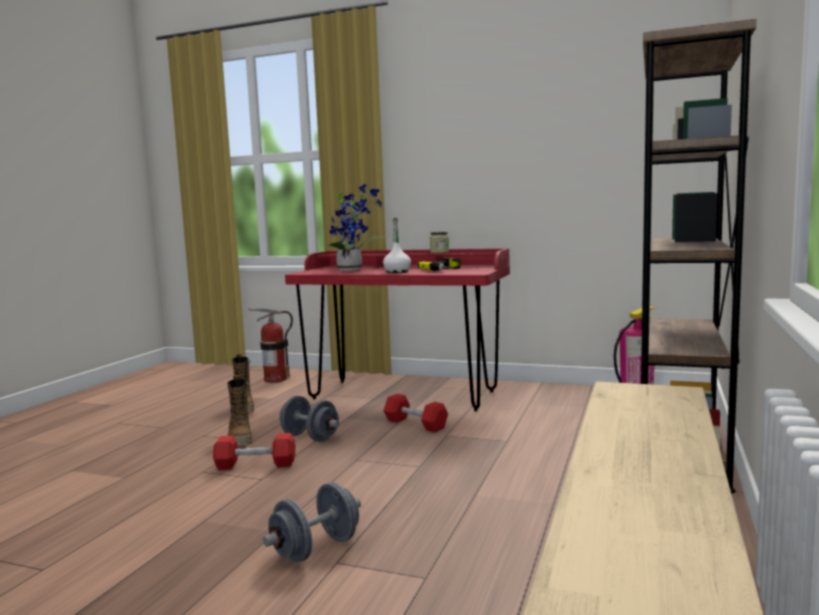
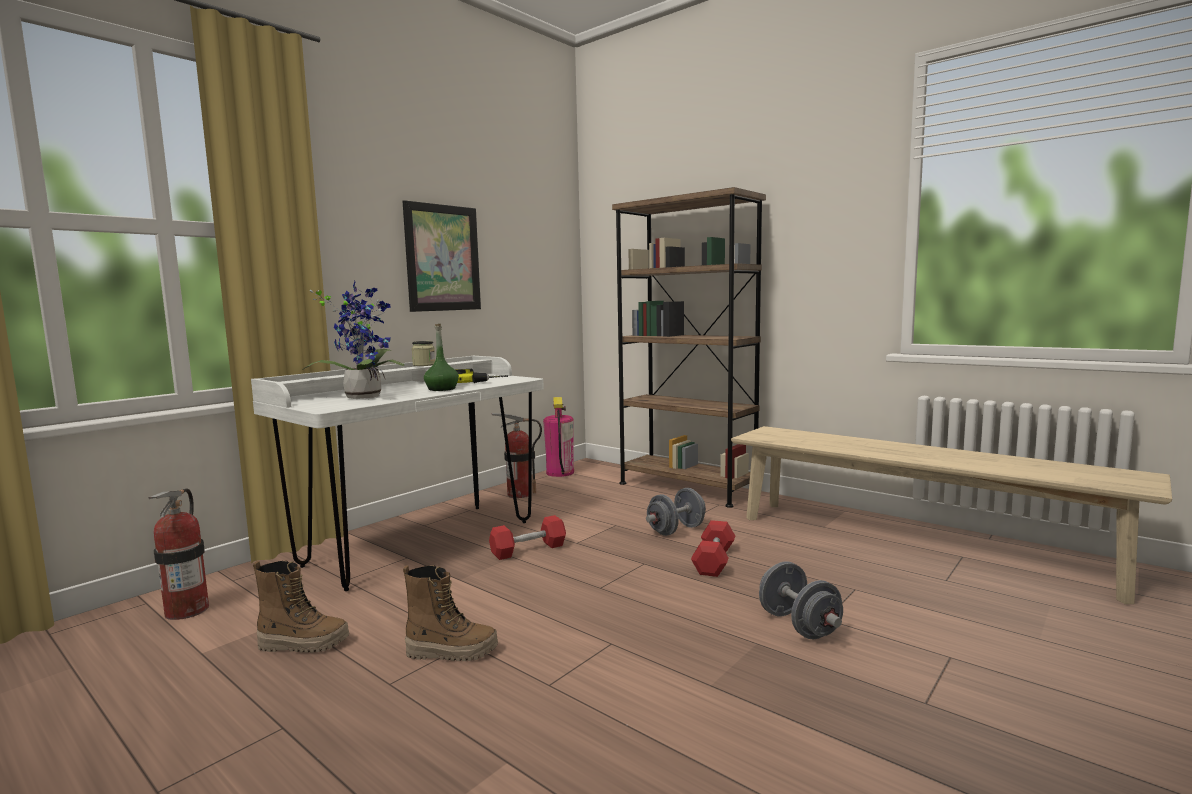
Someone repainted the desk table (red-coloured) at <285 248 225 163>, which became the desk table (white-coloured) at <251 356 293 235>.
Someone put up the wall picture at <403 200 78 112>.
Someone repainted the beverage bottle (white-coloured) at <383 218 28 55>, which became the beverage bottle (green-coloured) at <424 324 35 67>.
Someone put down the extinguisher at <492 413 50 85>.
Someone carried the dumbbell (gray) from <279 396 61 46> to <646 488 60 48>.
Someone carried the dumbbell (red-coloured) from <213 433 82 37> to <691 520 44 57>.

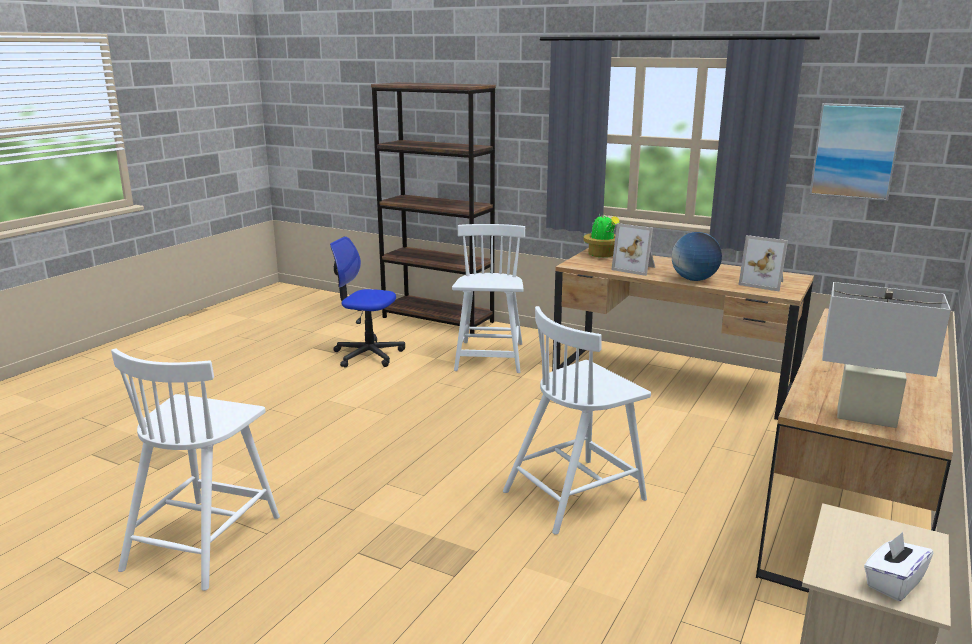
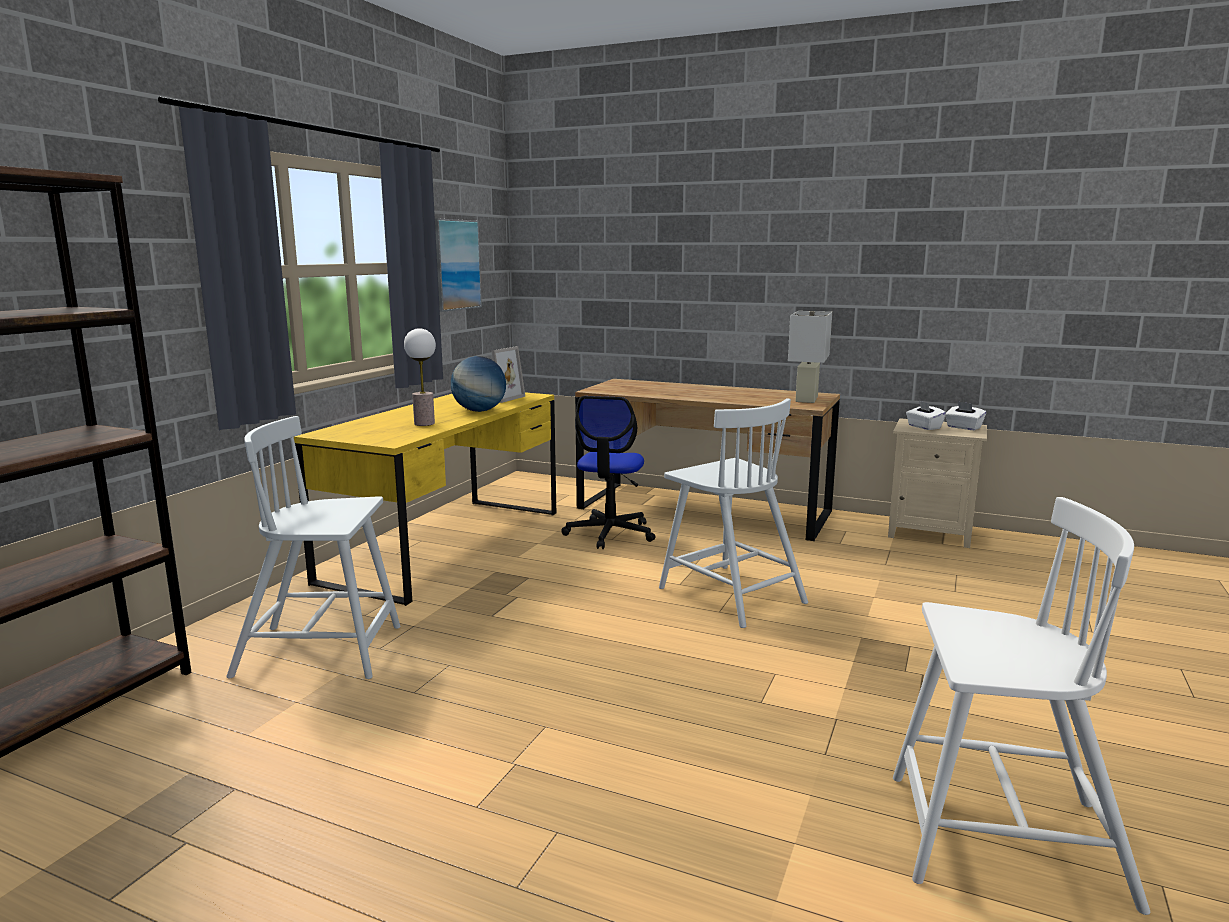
Someone repainted the desk table (brownish) at <552 248 262 172>, which became the desk table (yellow) at <294 392 262 214>.
Someone swapped the picture frame at <611 223 44 53> for the lamp for a table at <404 328 32 98>.
Someone carried the desk chair from <330 237 75 131> to <561 396 94 153>.
Someone put down the tissue box (white-coloured) at <906 401 40 29>.
Someone took away the houseplant at <583 214 37 43>.

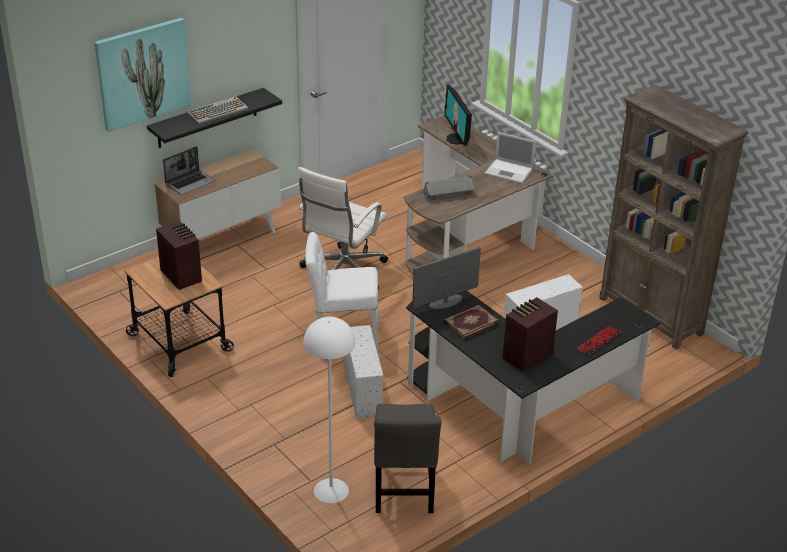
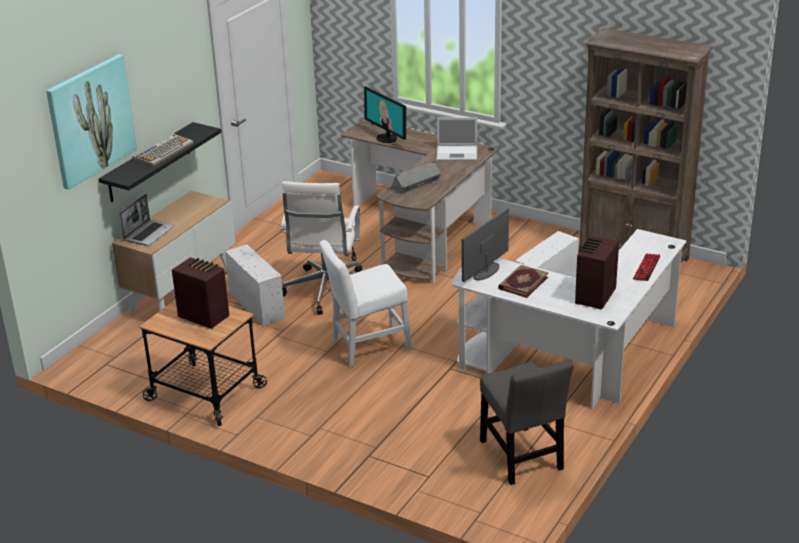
Someone carried the storage box (white-coloured) from <344 325 39 94> to <225 244 60 82>.
Someone repainted the desk table (black) at <406 291 254 174>, which became the desk table (white-coloured) at <453 229 234 180>.
Someone took away the standing lamp (white-coloured) at <303 317 52 186>.

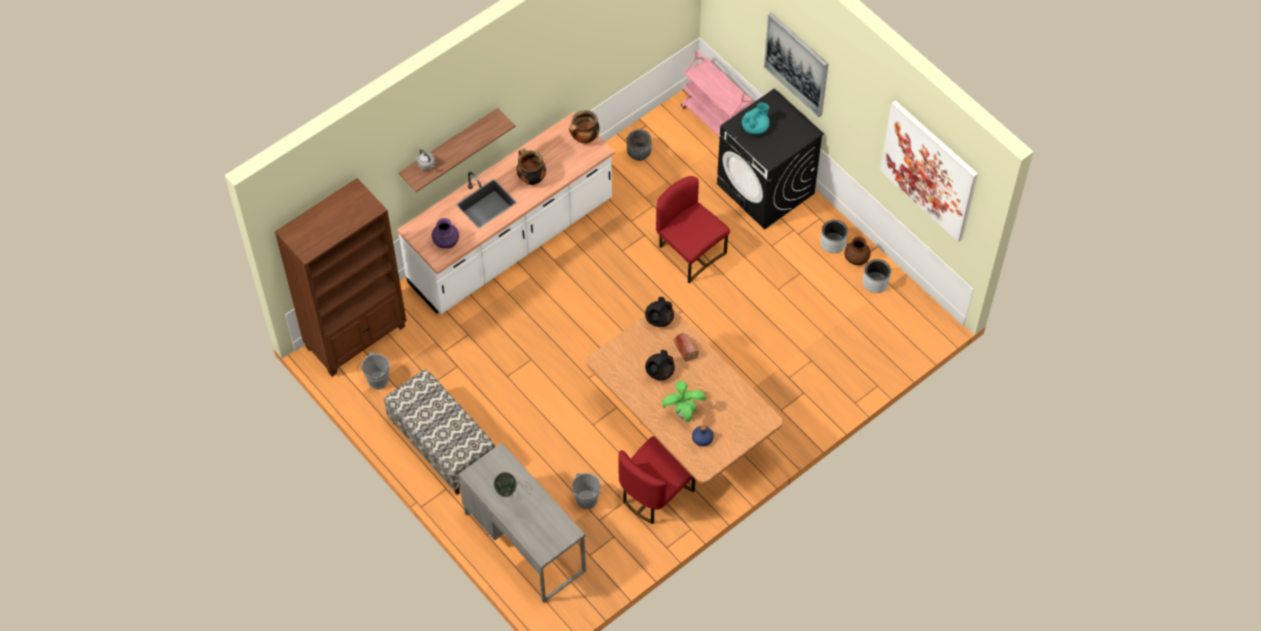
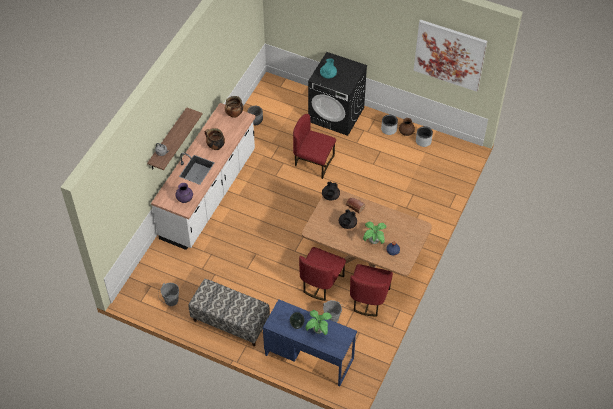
Someone repainted the desk table (gray) at <458 443 128 160>, which became the desk table (blue-coloured) at <263 299 94 87>.
Someone put down the upright chair (red-coloured) at <299 247 47 54>.
Someone put down the houseplant at <305 310 27 25>.
Someone took away the shelving unit (brownish) at <275 178 131 198>.
Someone took away the wheeled cart (pinkish) at <681 50 72 87>.
Someone took away the wall picture at <764 13 64 104>.

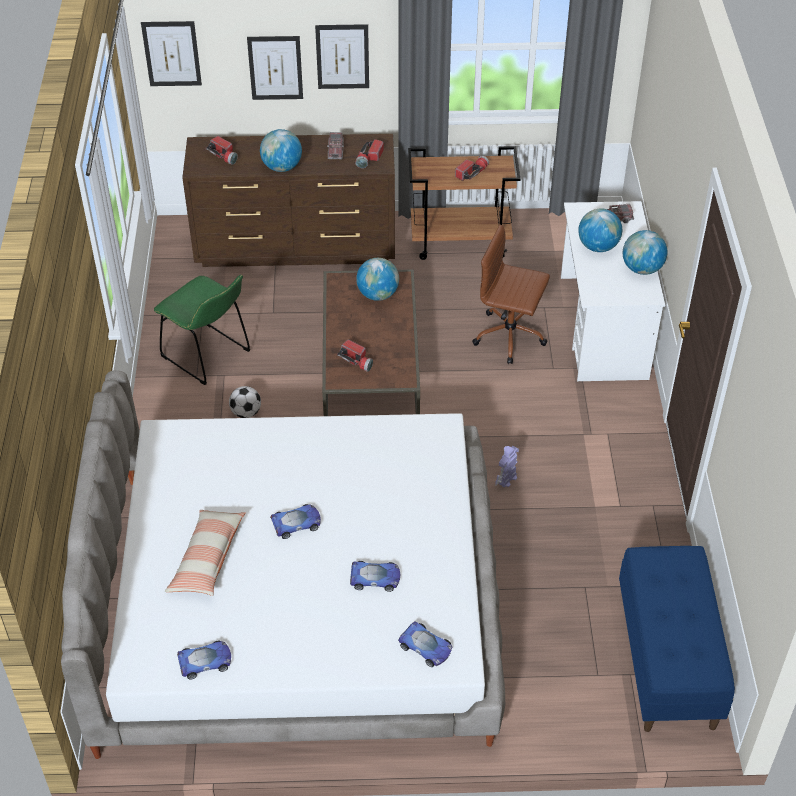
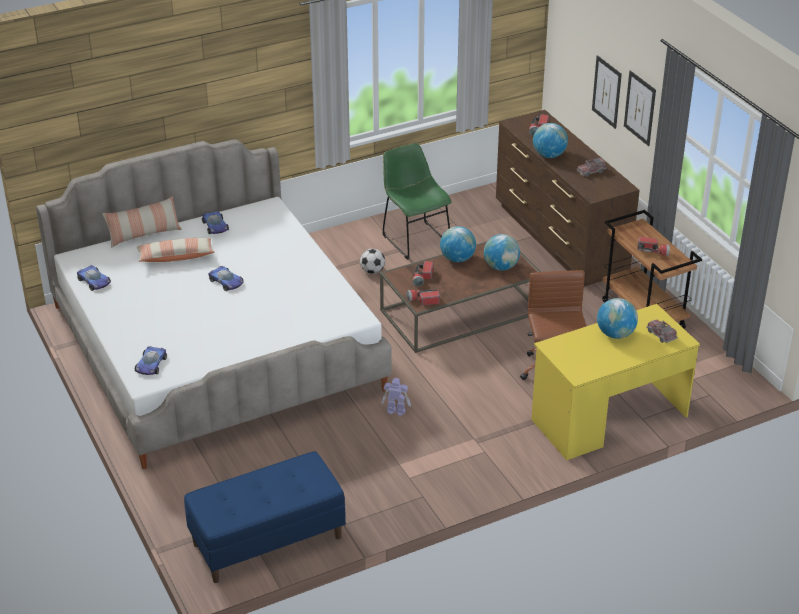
Someone put down the cushion at <102 196 80 52>.
Someone carried the toy car from <350 561 50 31> to <202 211 27 23>.
Someone rotated the upright chair (green-coloured) at <154 274 97 111> by 135 degrees clockwise.
Someone carried the hand torch from <355 139 29 29> to <406 290 34 15>.
Someone carried the world globe from <623 230 44 45> to <440 226 36 36>.
Someone repainted the desk table (white-coloured) at <561 201 104 181>, which became the desk table (yellow) at <531 304 169 156>.
Someone took away the wall picture at <141 21 61 65>.

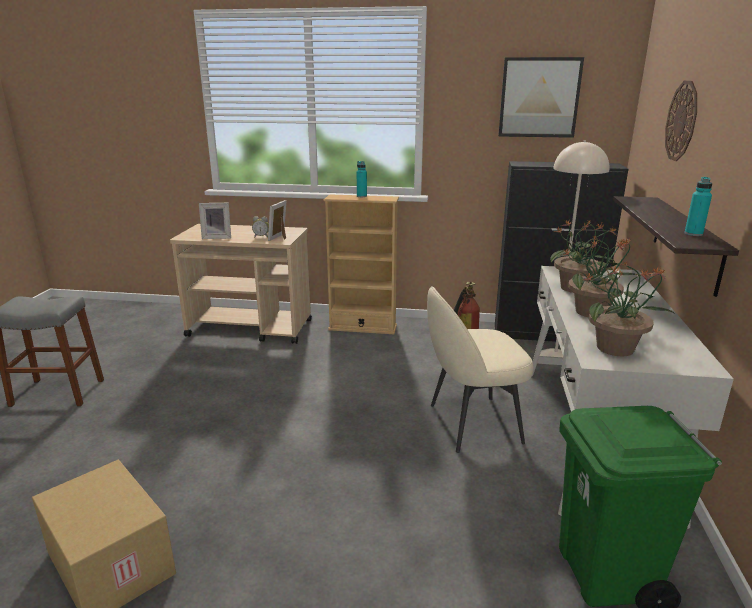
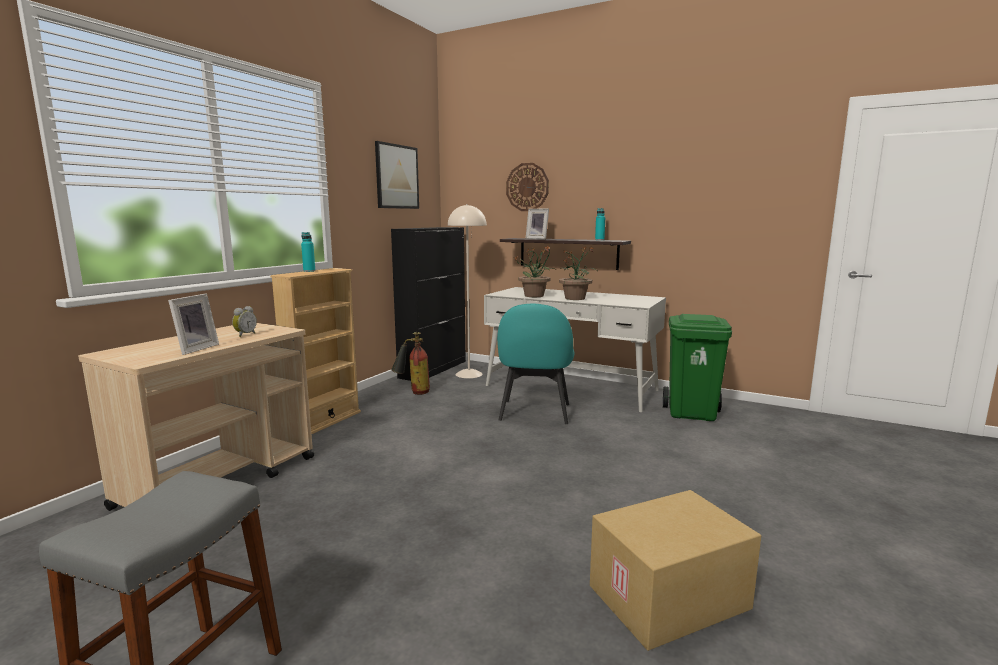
Someone repainted the upright chair (sand-coloured) at <427 286 106 167>, which became the upright chair (blue-green) at <497 304 77 120>.
Someone carried the picture frame from <268 200 18 41> to <526 209 23 30>.
Someone took away the houseplant at <584 261 92 95>.

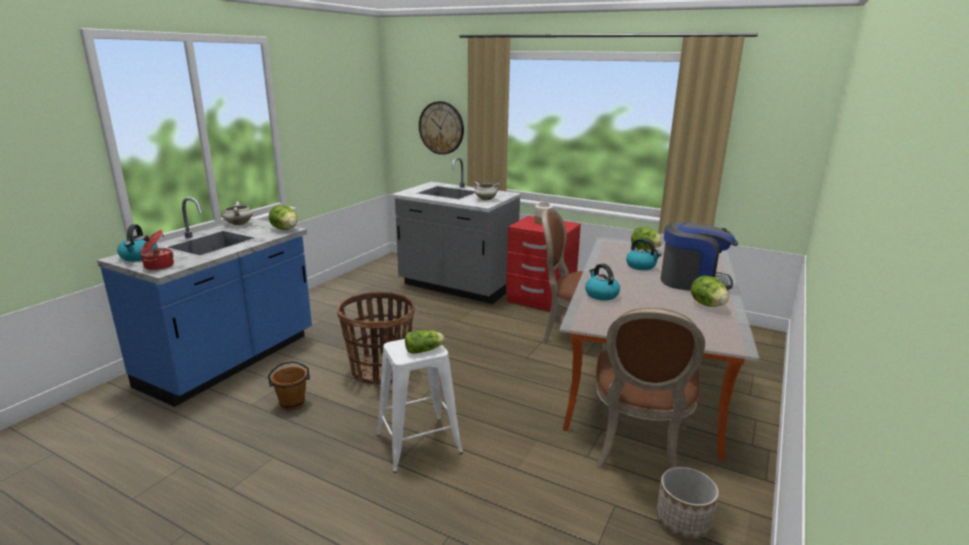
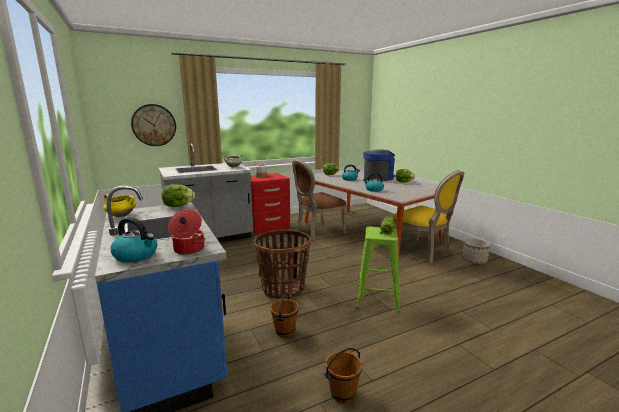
Someone repainted the cooking pot (white-coloured) at <223 201 30 25>, which became the cooking pot (yellow) at <103 194 33 23>.
Someone put down the water bucket (brownish) at <324 348 38 55>.
Someone repainted the stool seat (white-coloured) at <376 339 87 134>, which became the stool seat (green-coloured) at <356 227 44 85>.
Someone repainted the upright chair (brownish) at <595 307 110 162>, which became the upright chair (yellow) at <392 170 72 93>.

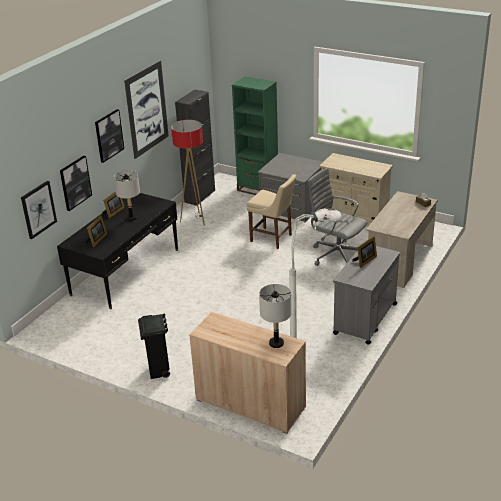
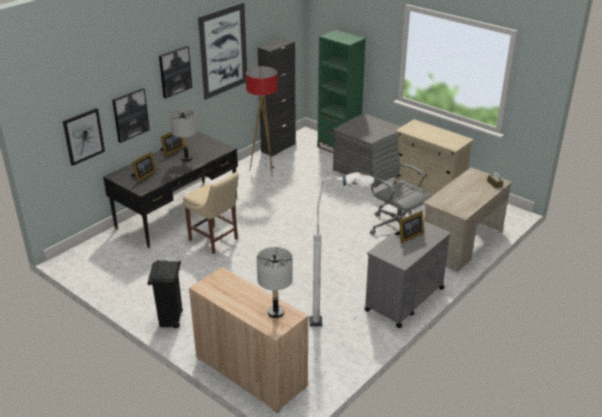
Someone carried the upright chair (sand-coloured) from <247 174 49 75> to <183 172 56 82>.

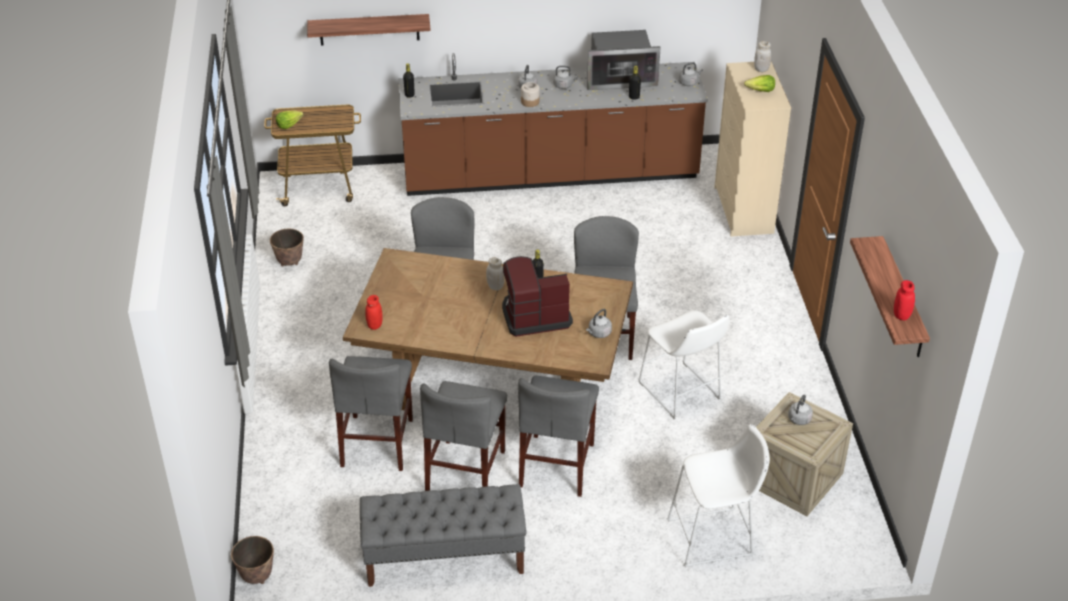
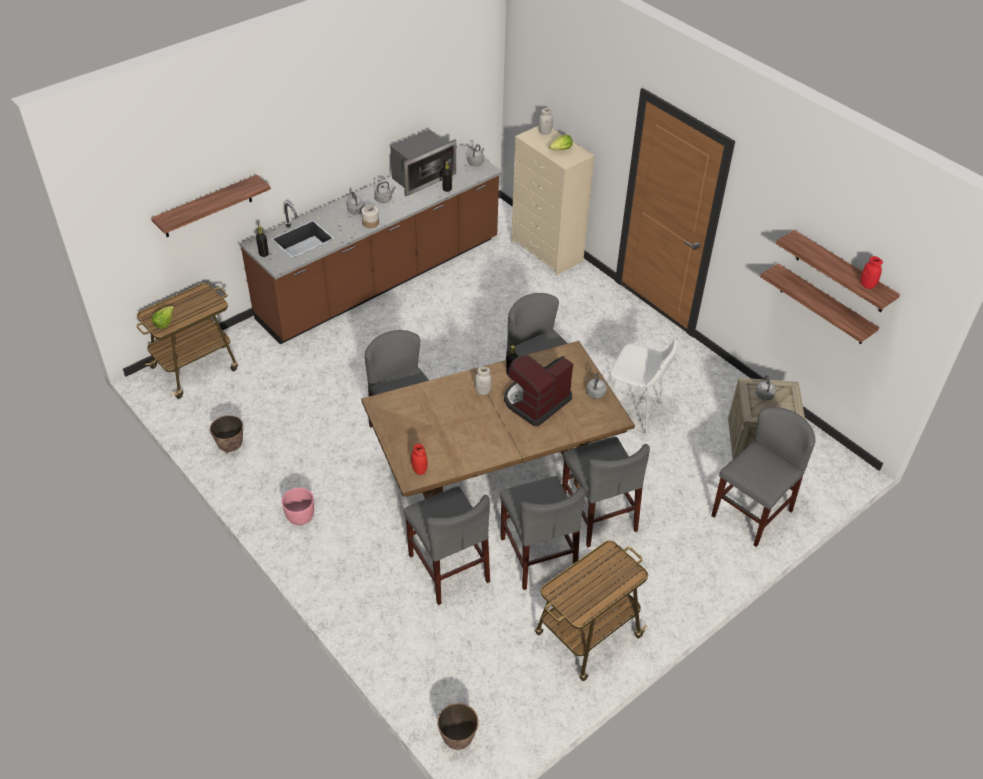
Someone put down the flower pot (pinkish) at <282 488 32 37>.
Someone swapped the indoor bench (gray) at <360 484 167 103> for the wheeled cart at <535 540 113 141>.
Someone swapped the stool seat (white-coloured) at <667 424 103 143> for the upright chair (gray) at <711 407 105 140>.
Someone put up the shelf at <760 263 119 81>.

